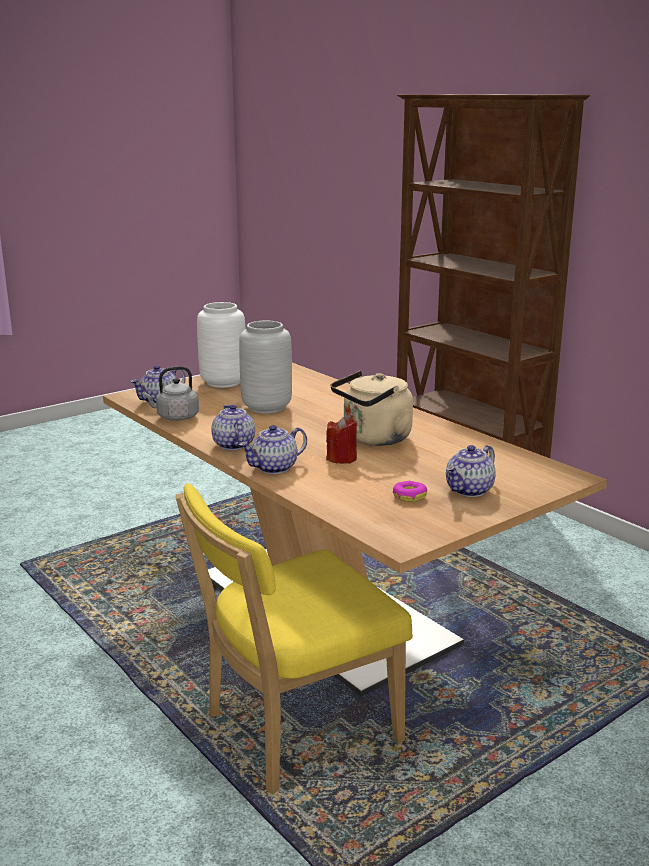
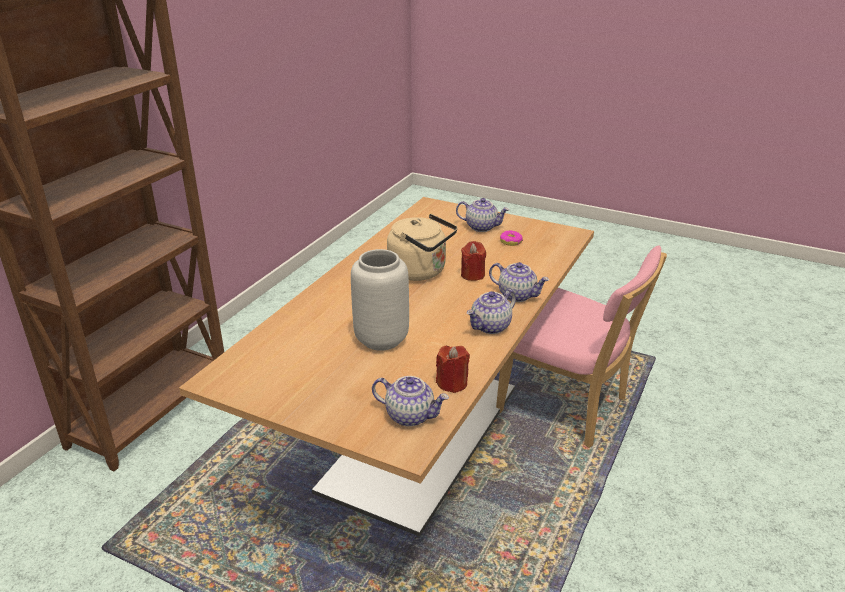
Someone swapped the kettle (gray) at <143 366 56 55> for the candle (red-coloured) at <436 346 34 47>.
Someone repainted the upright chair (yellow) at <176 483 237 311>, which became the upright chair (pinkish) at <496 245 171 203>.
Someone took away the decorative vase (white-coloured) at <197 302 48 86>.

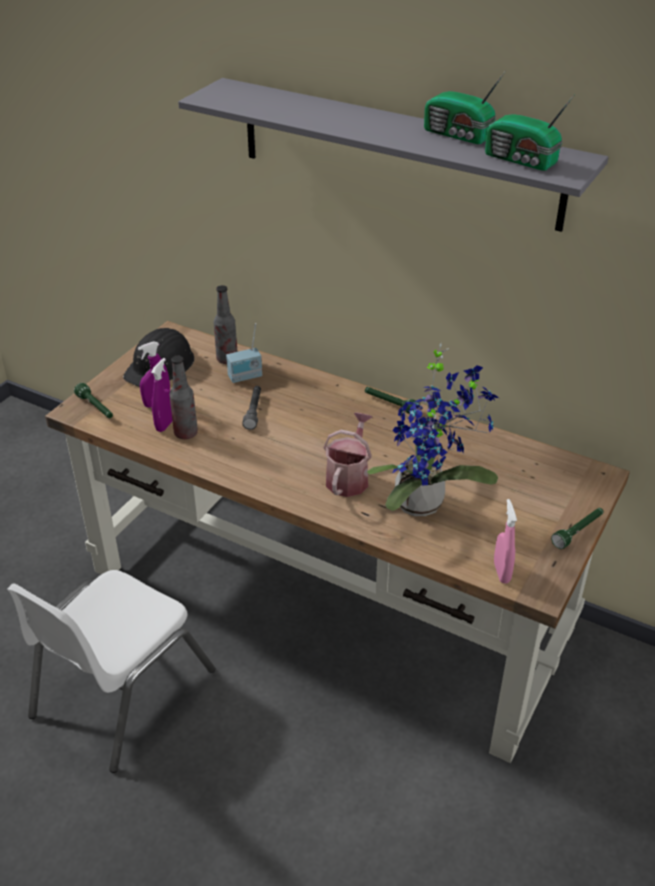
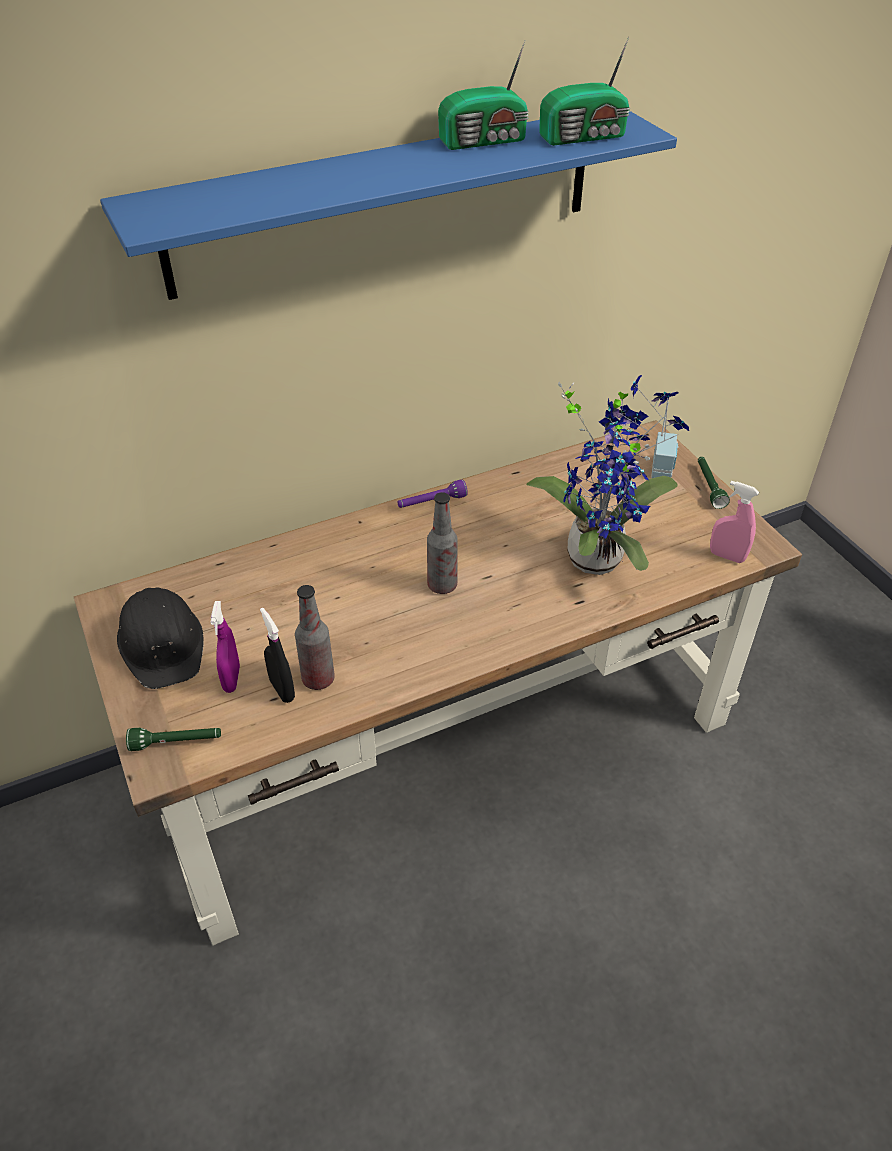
Someone repainted the shelf (gray) at <178 78 430 154>, which became the shelf (blue-coloured) at <100 111 577 189>.
Someone repainted the sprayer (purple-coloured) at <151 358 21 74>, which became the sprayer (black) at <260 608 35 95>.
Someone repainted the hand torch (green-coloured) at <365 387 55 29>, which became the hand torch (purple-coloured) at <397 479 71 29>.
Someone carried the beverage bottle from <214 285 24 79> to <427 492 31 102>.
Someone carried the radio from <226 323 36 60> to <651 402 28 76>.
Someone took away the upright chair (white-coloured) at <7 570 208 203>.
Someone took away the hand torch (gray) at <242 386 19 44>.
Someone took away the watering pot at <323 412 49 85>.

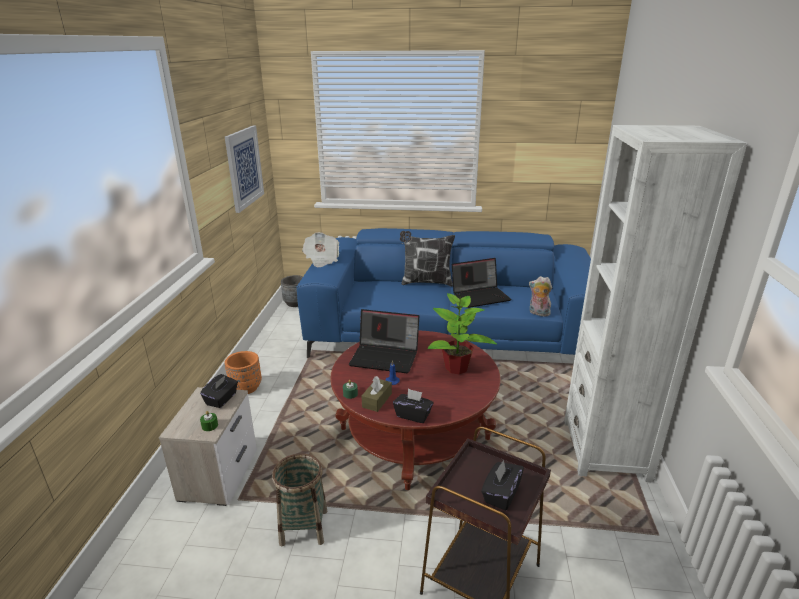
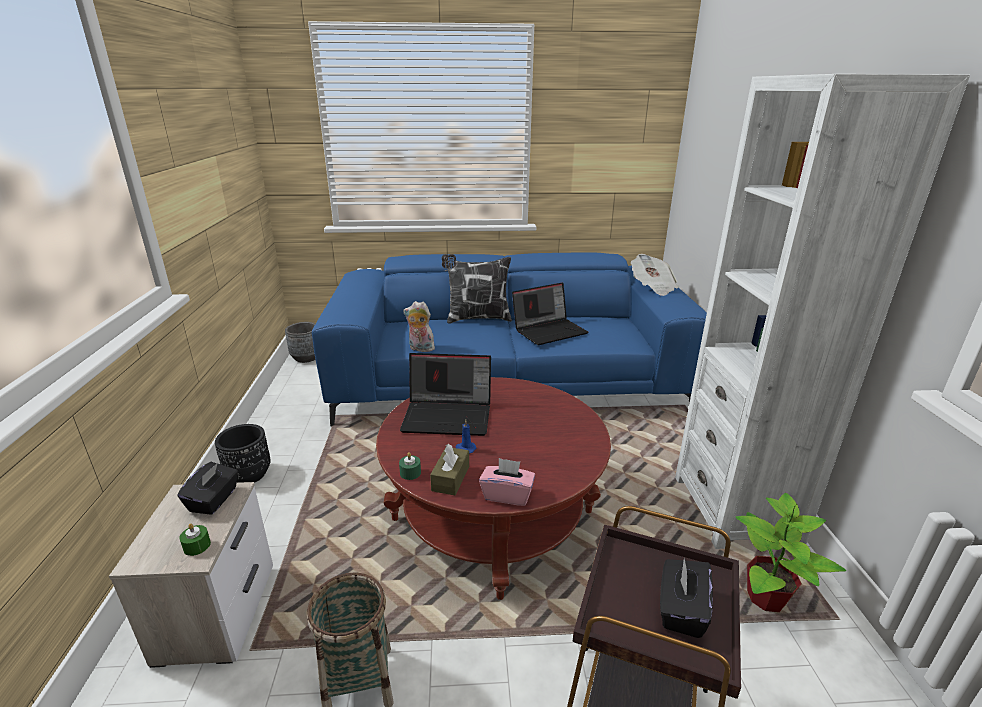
Someone repainted the flower pot (orange-coloured) at <225 351 37 43>, which became the flower pot (black) at <215 424 56 59>.
Someone carried the plush toy from <529 276 23 40> to <403 301 32 51>.
Someone repainted the tissue box (black) at <393 389 40 34>, which became the tissue box (pinkish) at <479 458 56 48>.
Someone carried the daily paper from <302 232 37 35> to <631 254 48 42>.
Someone carried the houseplant from <428 293 69 81> to <736 493 110 119>.
Someone took away the wall picture at <225 126 39 87>.

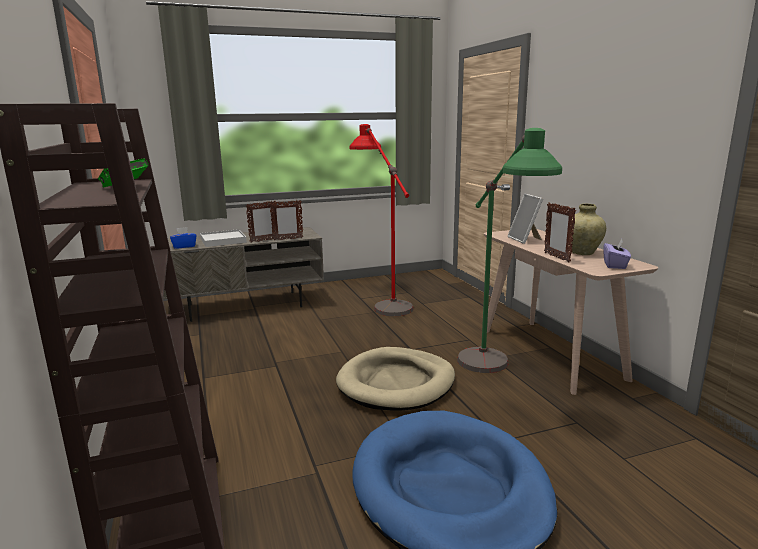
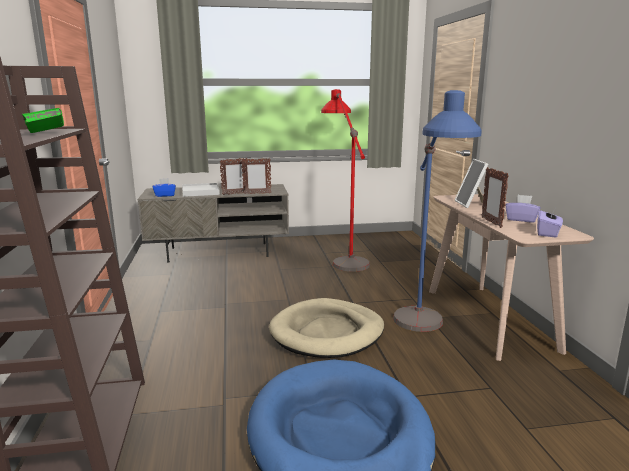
Someone repainted the standing lamp (green-coloured) at <457 128 105 245>, which became the standing lamp (blue-coloured) at <393 90 89 242>.
Someone swapped the decorative vase (sand-coloured) at <571 204 35 51> for the tissue box (purple-coloured) at <505 195 35 28>.

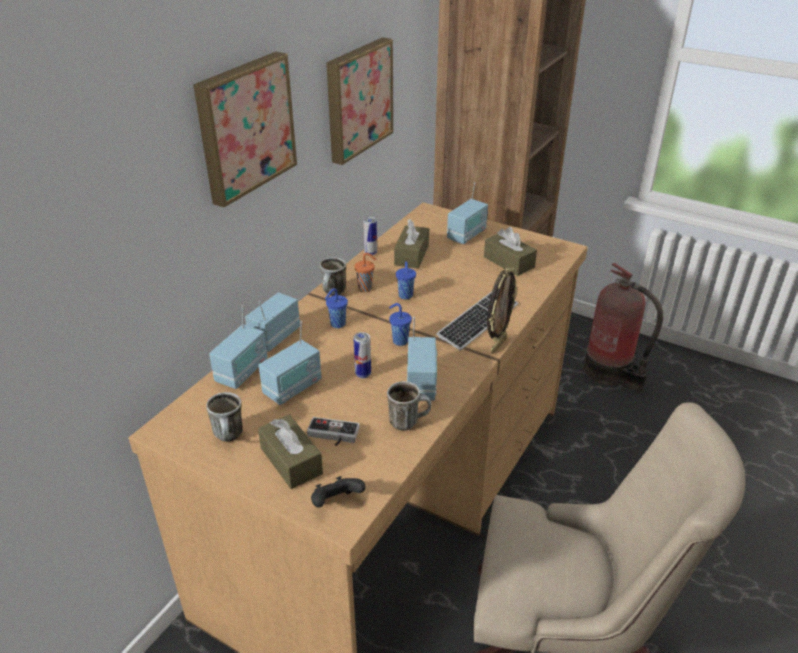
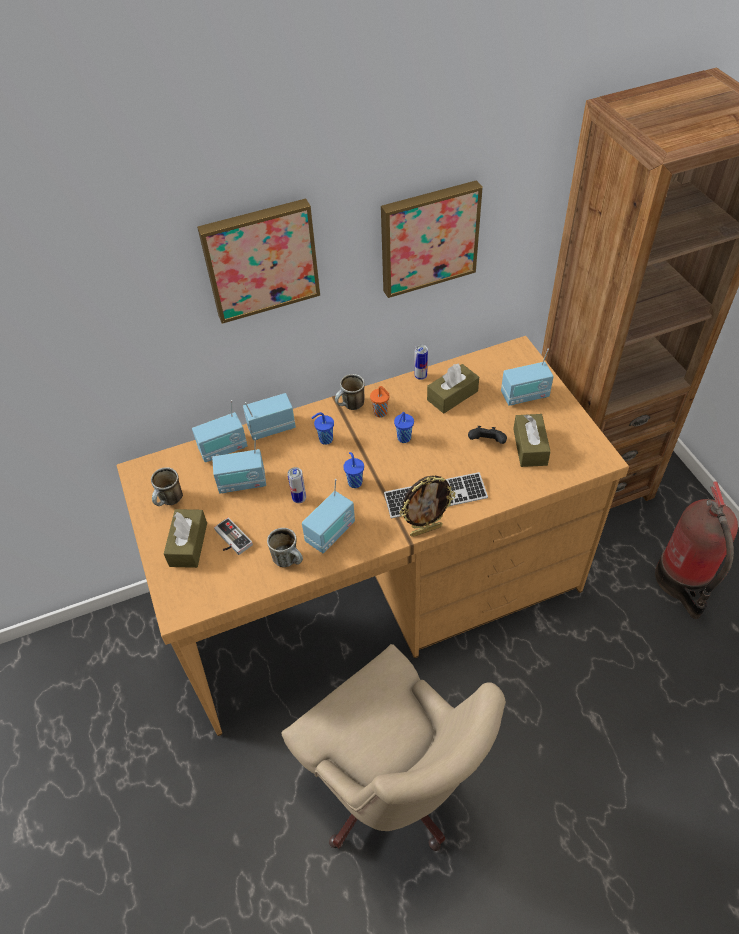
Someone carried the joypad (black) from <311 476 55 31> to <468 426 39 18>.

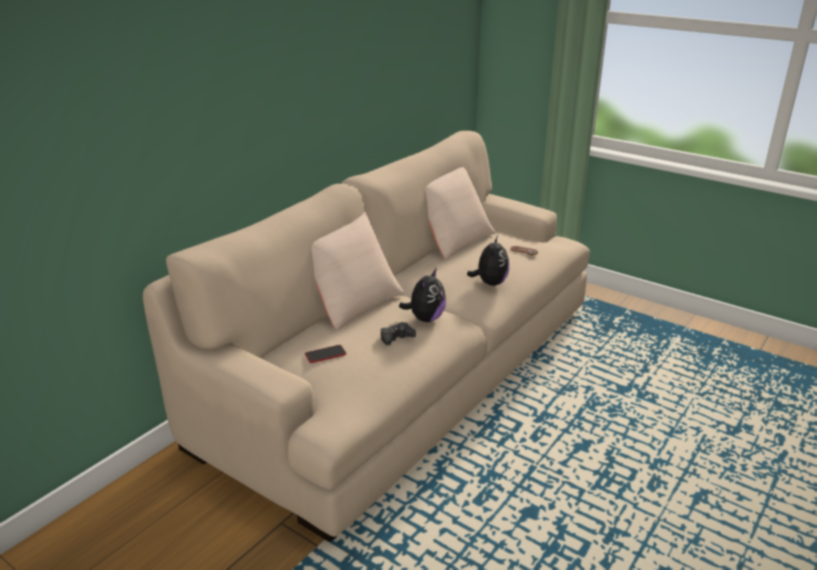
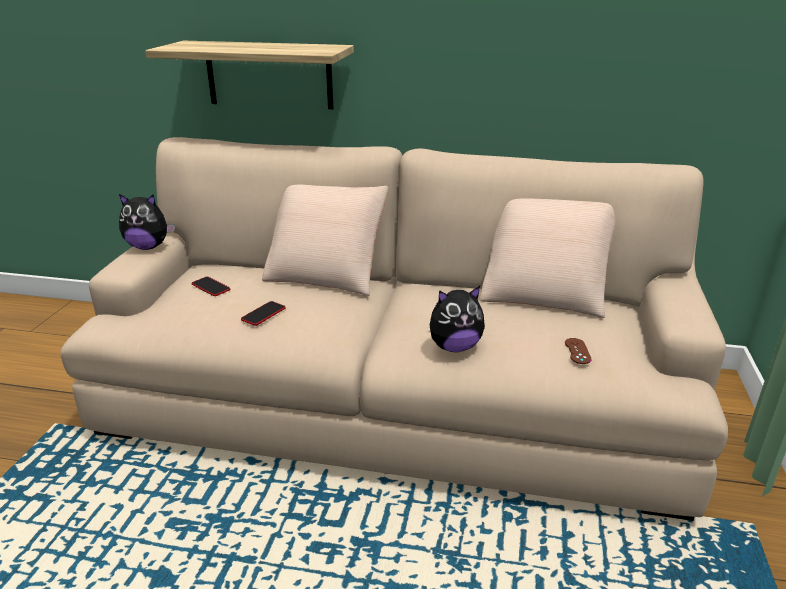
Someone carried the plush toy from <399 268 47 54> to <119 194 56 56>.
Someone put up the shelf at <145 41 209 68>.
Someone swapped the joypad (black) at <381 322 35 23> for the phone at <241 301 45 25>.

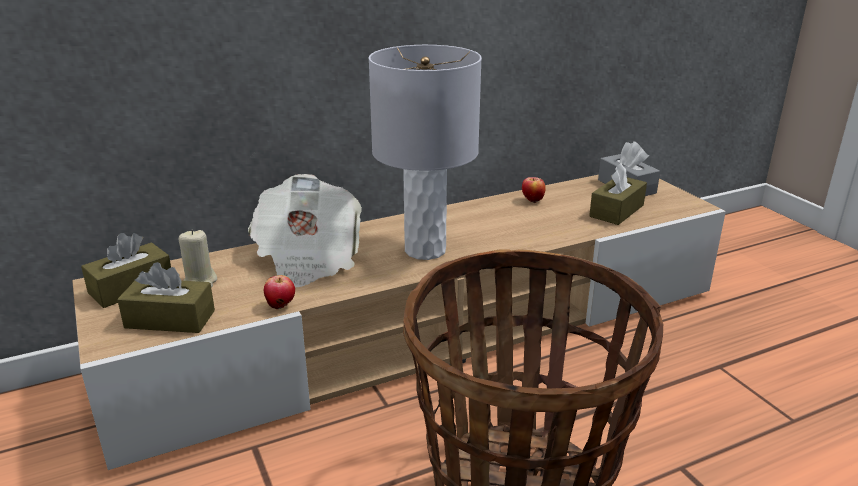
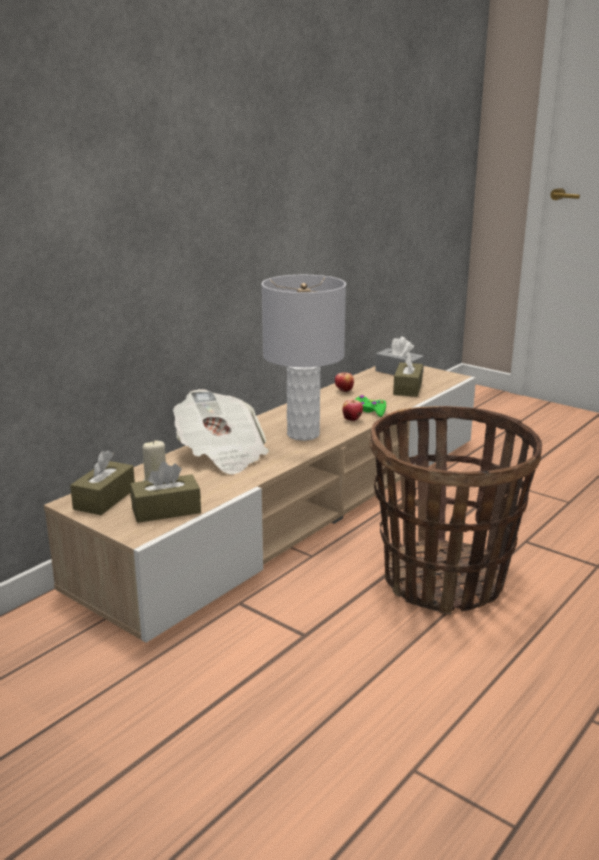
Someone carried the whole apple from <264 275 31 34> to <342 399 21 22>.
Someone put down the joypad (green-coloured) at <355 395 31 22>.

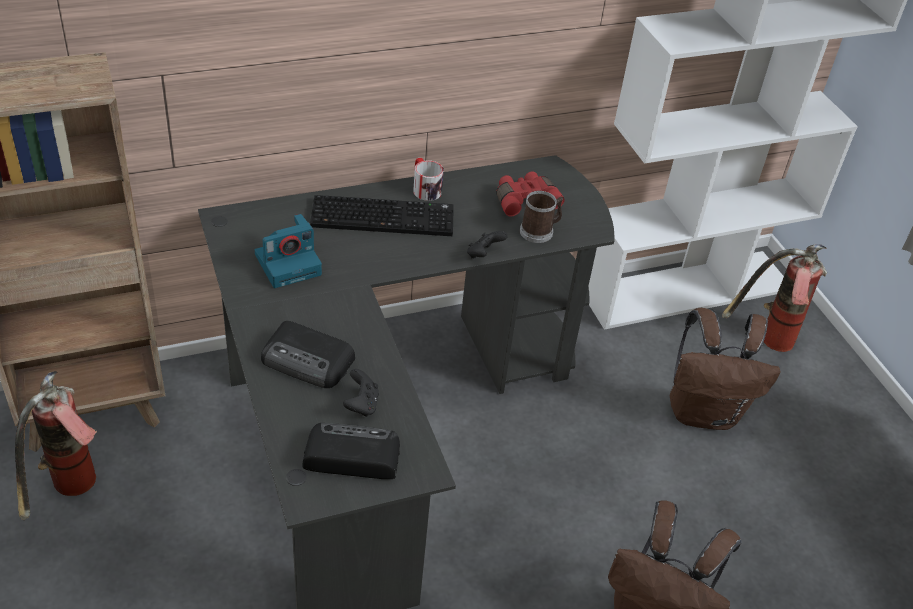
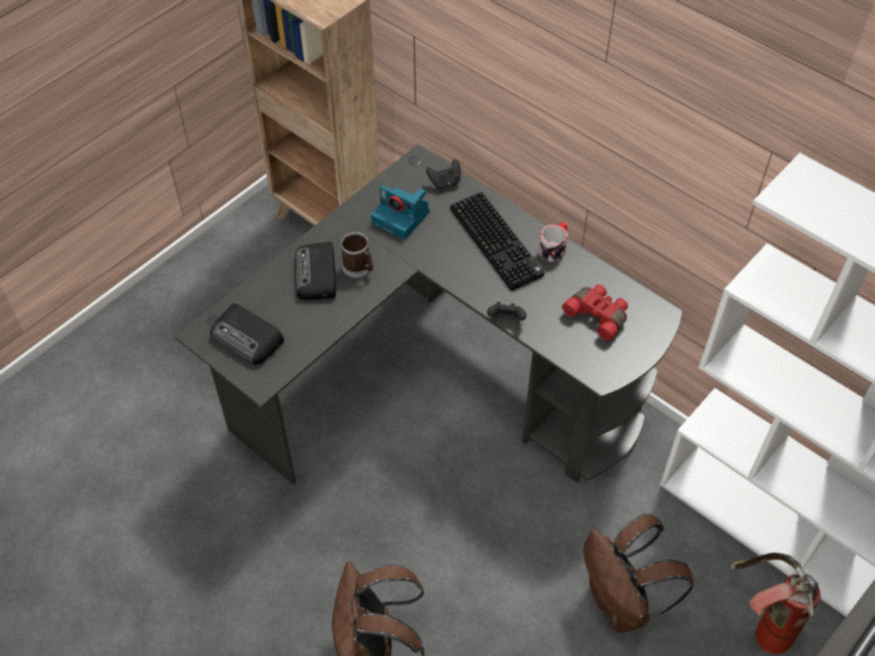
Someone rotated the radio at <302 423 98 56> by 150 degrees clockwise.
Someone carried the mug from <520 191 43 52> to <341 232 32 46>.
Someone carried the joypad (black) from <343 369 36 48> to <426 159 35 30>.
Someone took away the extinguisher at <15 371 82 149>.

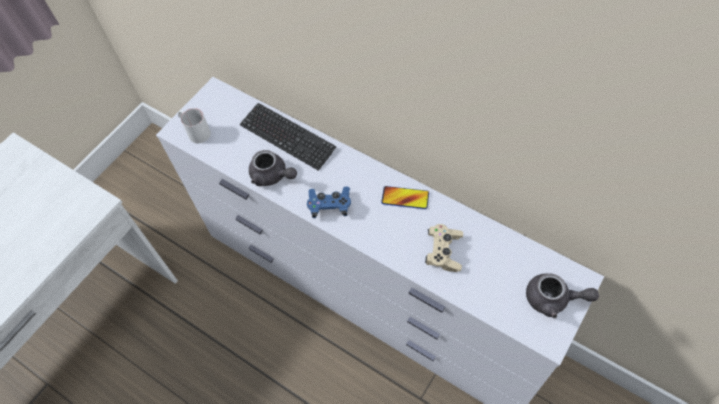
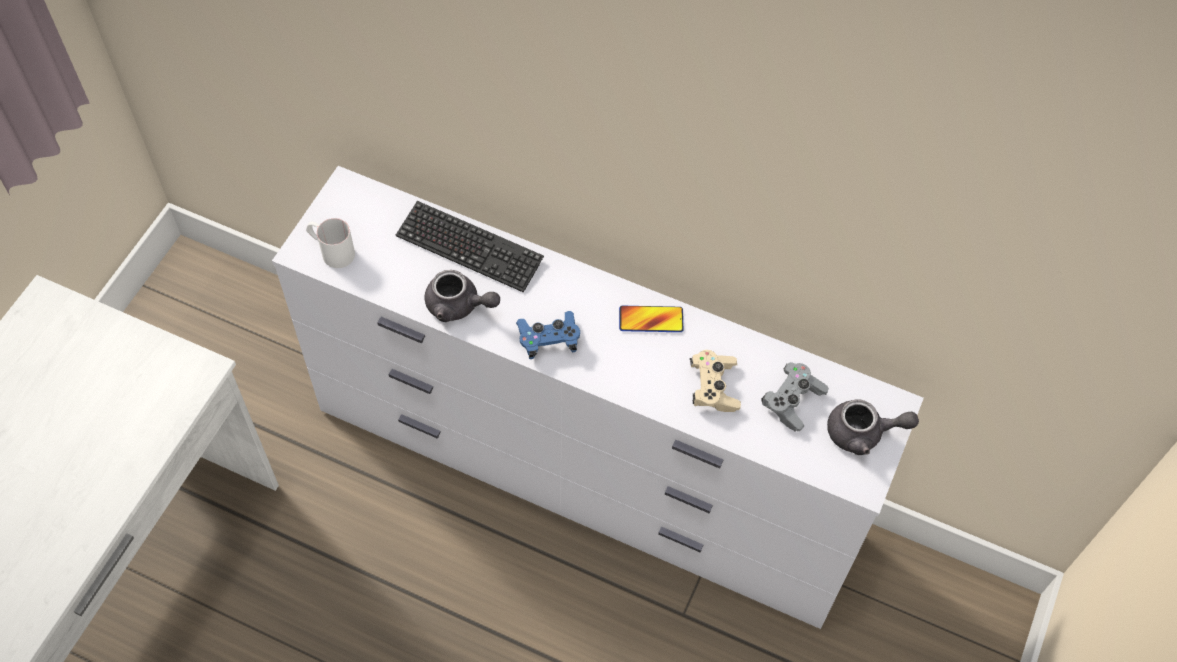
Someone put down the joypad (gray) at <761 362 68 70>.

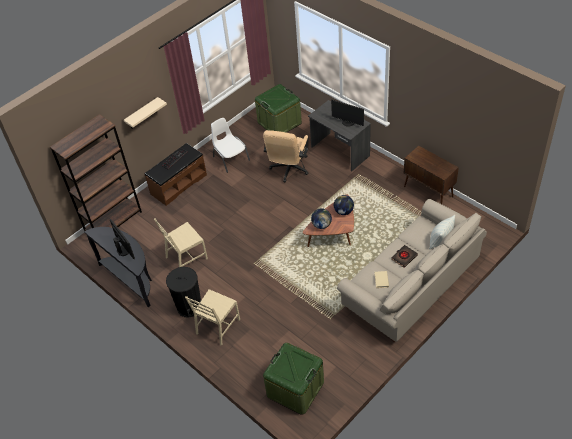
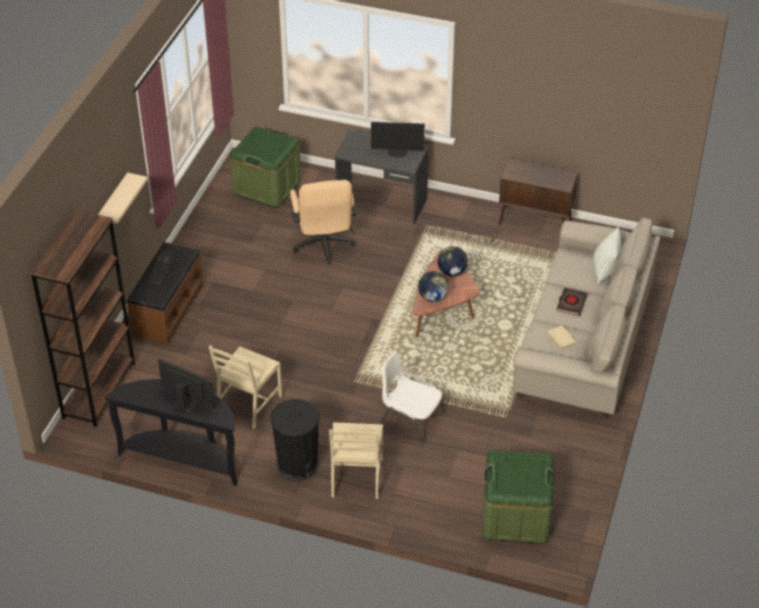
Someone carried the upright chair (white-coloured) from <211 118 39 55> to <379 352 67 93>.

